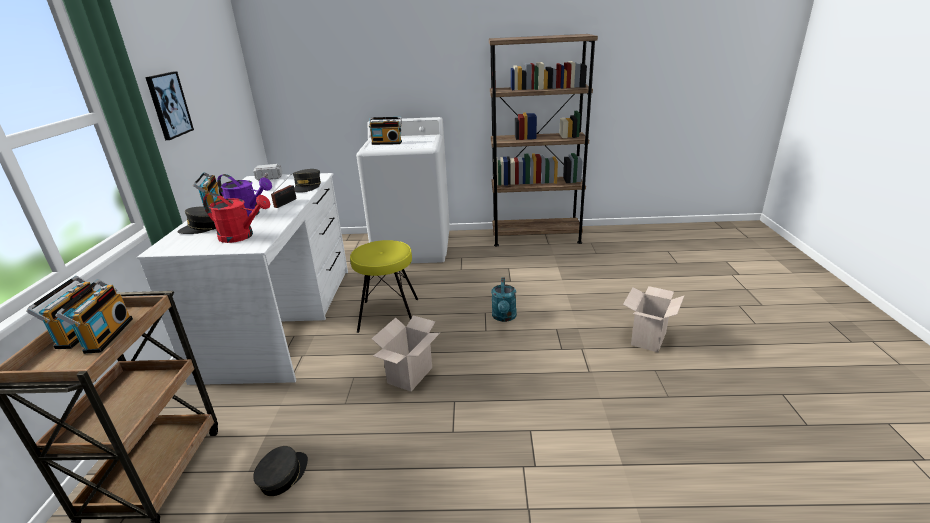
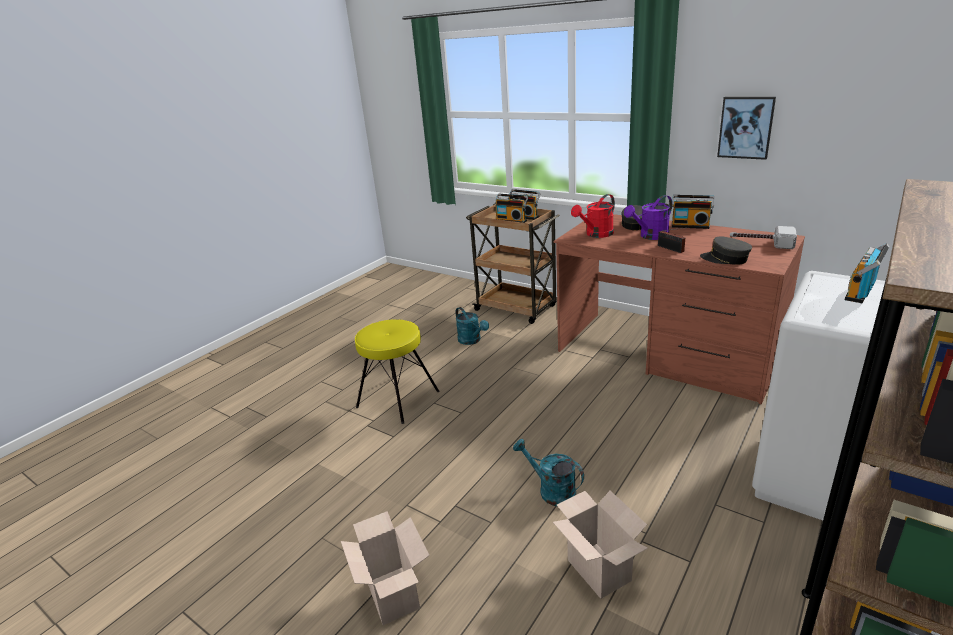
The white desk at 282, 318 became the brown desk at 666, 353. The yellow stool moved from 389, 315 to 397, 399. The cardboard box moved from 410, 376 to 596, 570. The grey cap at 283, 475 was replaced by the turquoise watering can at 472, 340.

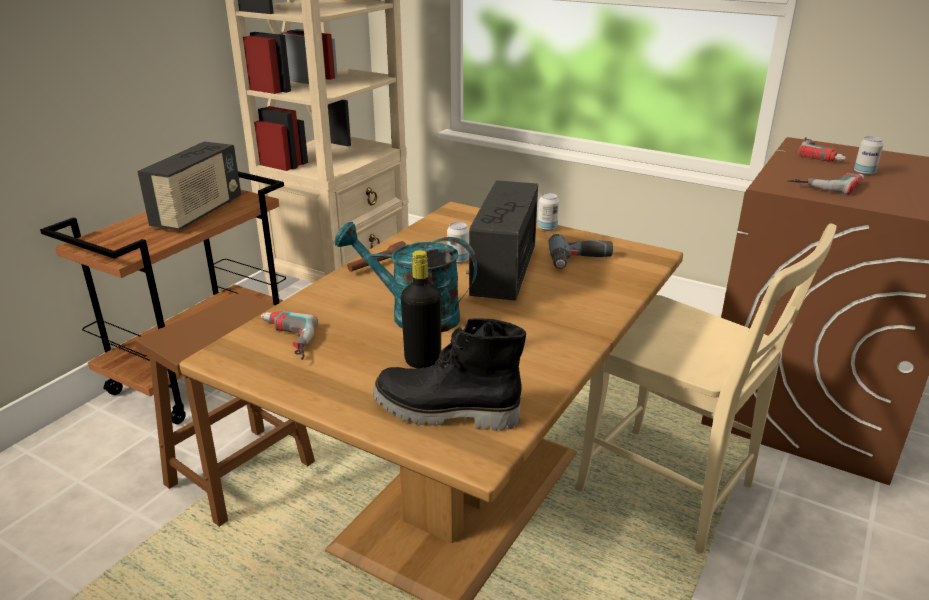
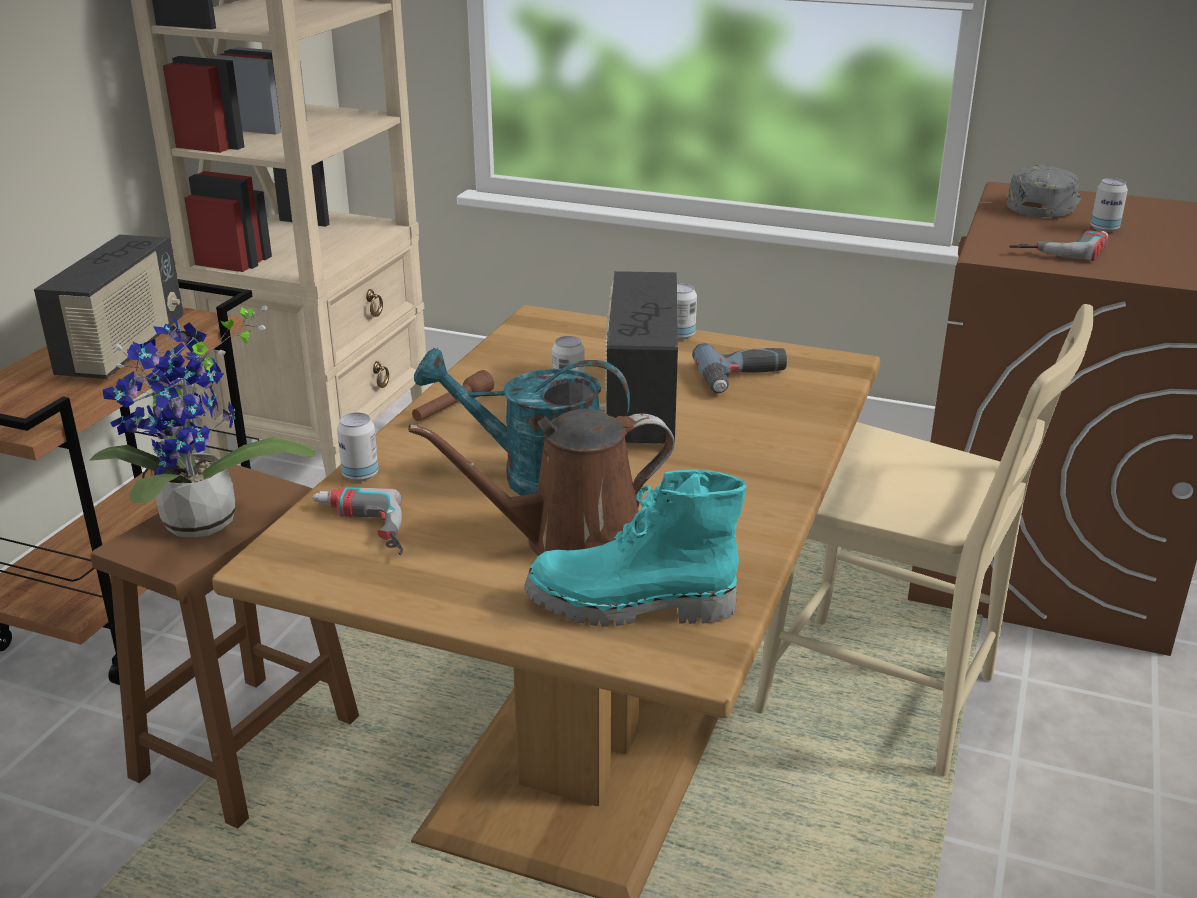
The power drill at 822, 153 was replaced by the grey cap at 1043, 203. The black bottle at 423, 361 was replaced by the brown watering can at 572, 540. The black boot at 445, 413 became the turquoise boot at 630, 607. The potted plant at 200, 527 appeared. The can at 360, 475 appeared.

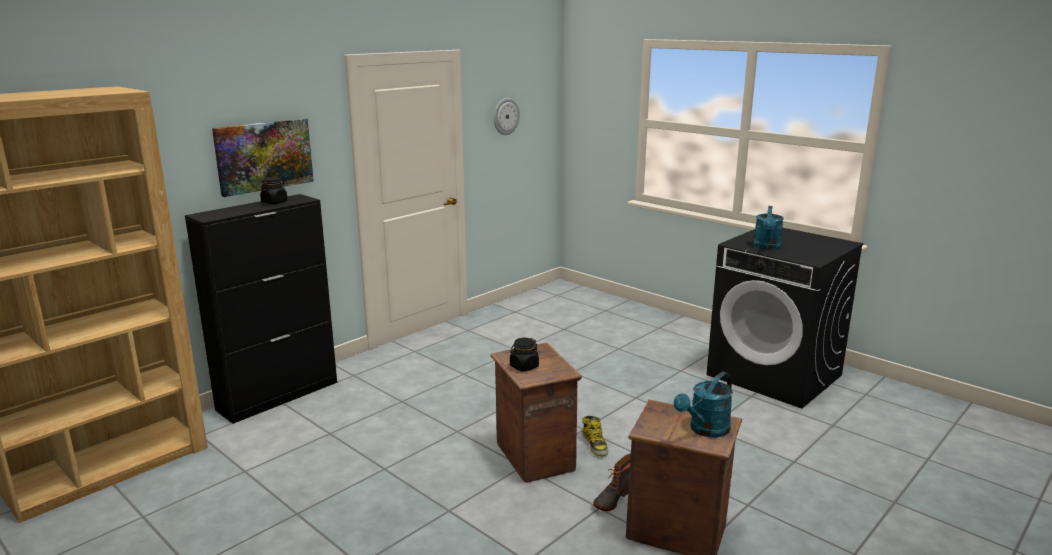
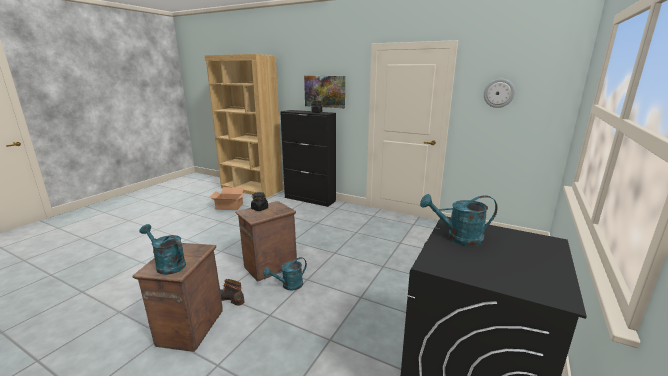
The boot at 595, 444 was replaced by the turquoise watering can at 289, 285. The cardboard box at 229, 206 appeared.

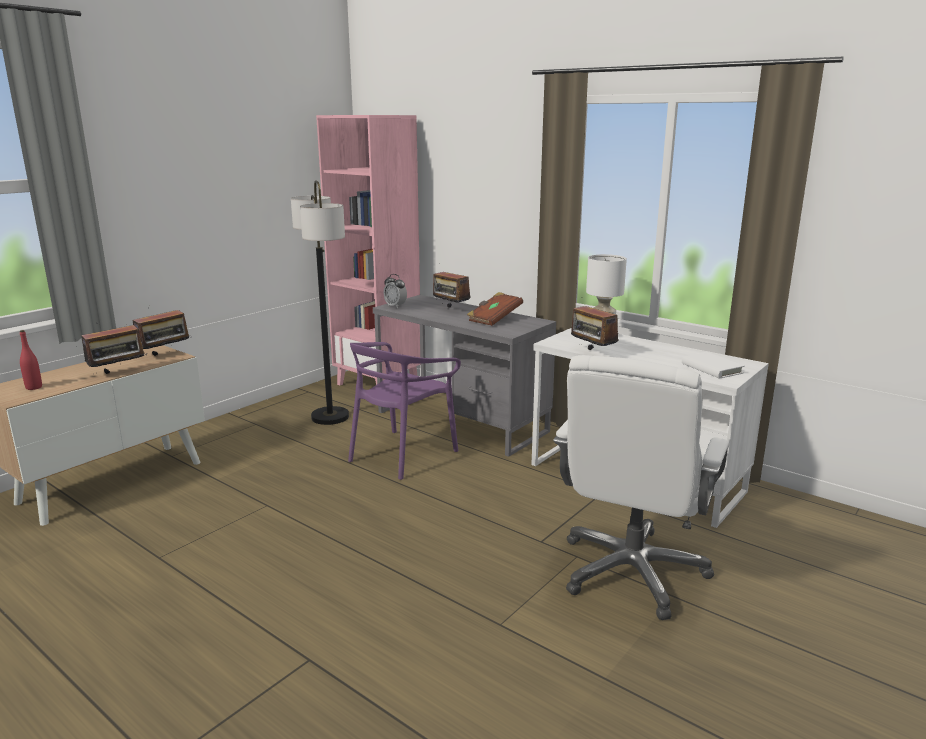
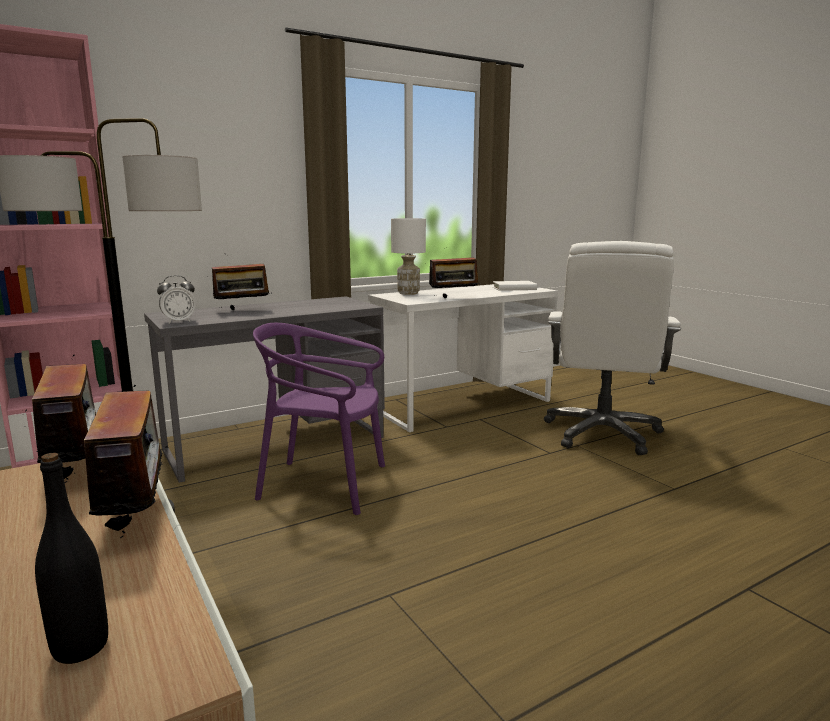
The brown book at 494, 319 disappeared. The red bottle at 34, 387 became the black bottle at 80, 647. The purple chair at 402, 454 turned 135 degrees clockwise. The white office chair at 631, 572 turned 60 degrees clockwise.

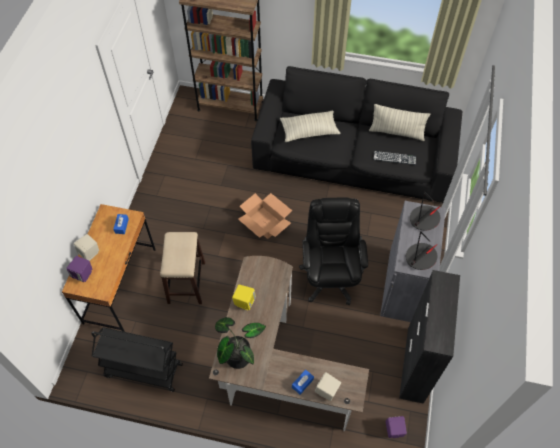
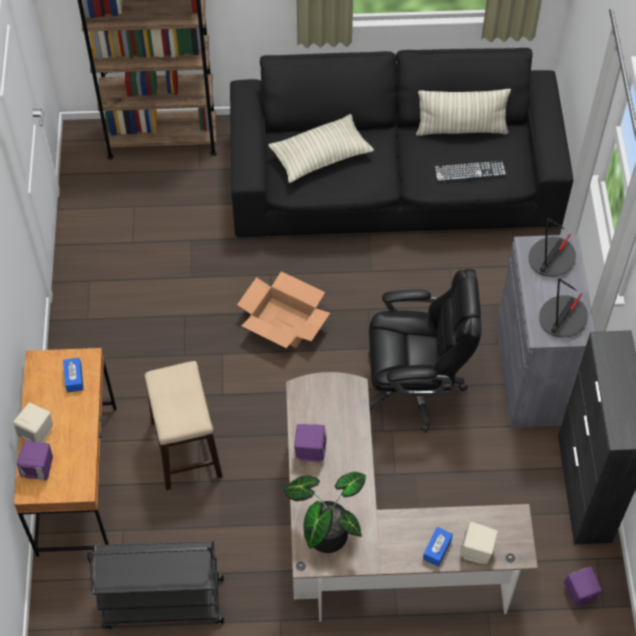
The black office chair at 330, 276 turned 105 degrees clockwise. The yellow speaker at 244, 302 became the purple speaker at 310, 450.

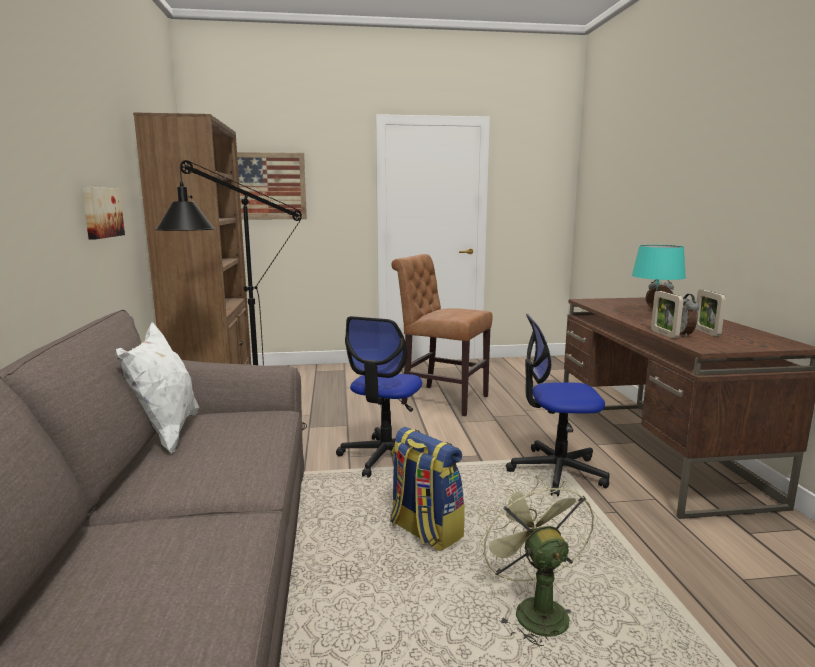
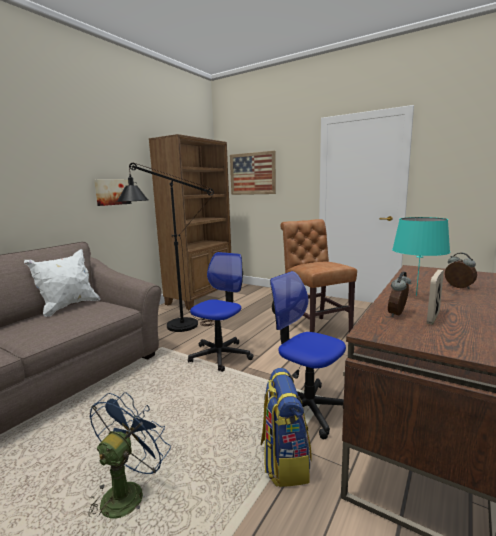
The picture frame at 664, 334 disappeared. The office chair at 385, 457 turned 150 degrees clockwise. The backpack moved from 424, 531 to 284, 461. The green fan at 534, 609 became the blue fan at 128, 492.

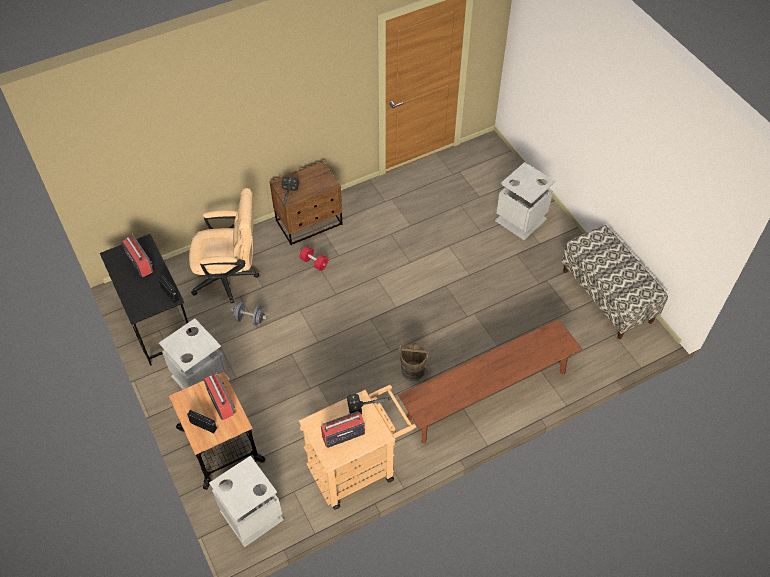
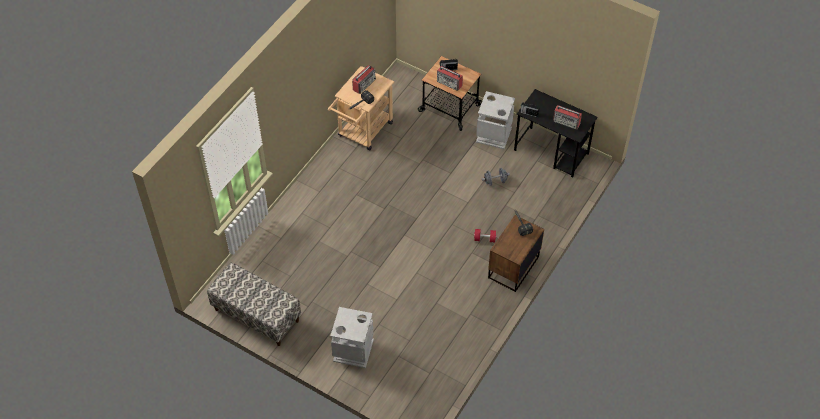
The beige office chair at 230, 277 disappeared. The brown bench at 487, 395 disappeared. The brown bucket at 413, 371 disappeared. The grey trash can at 251, 515 disappeared.

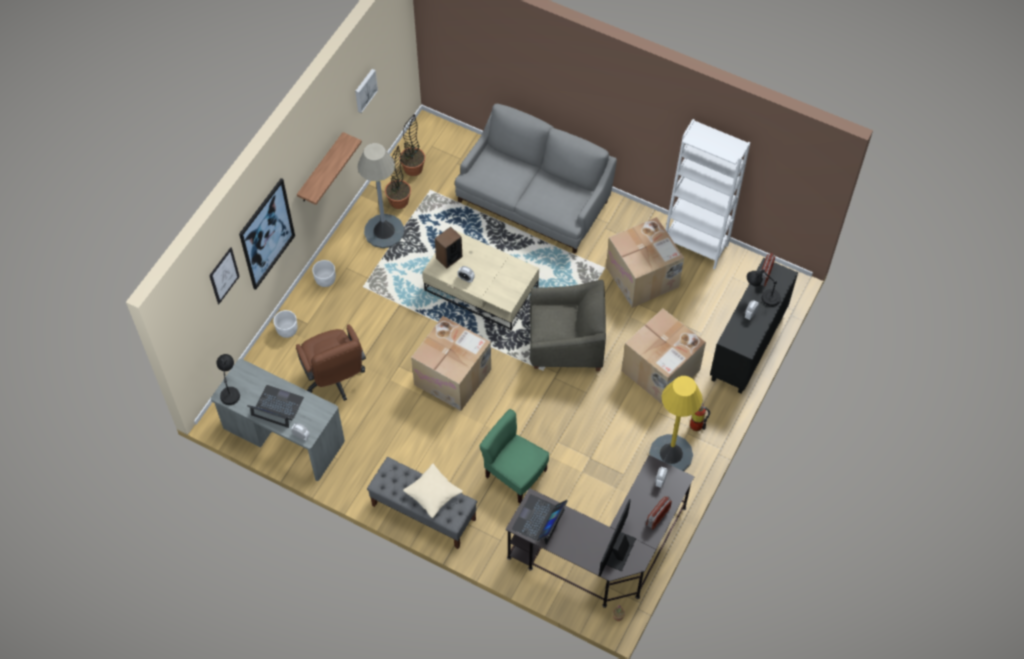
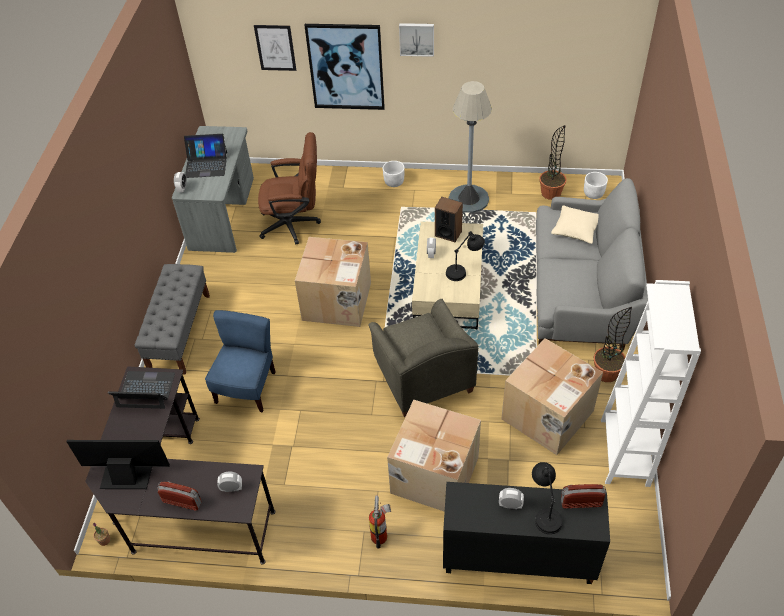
The picture moved from 365, 90 to 416, 38. The shelf at 321, 169 disappeared. The potted plant moved from 399, 201 to 606, 373. The white planter moved from 287, 330 to 593, 194. The brown office chair at 335, 379 turned 135 degrees counterclockwise. The black table lamp moved from 230, 388 to 464, 270. The yellow floor lamp at 671, 454 disappeared. The laptop at 277, 407 turned 90 degrees clockwise. The green chair at 515, 474 became the blue chair at 247, 388. The beige pillow moved from 433, 494 to 576, 230.

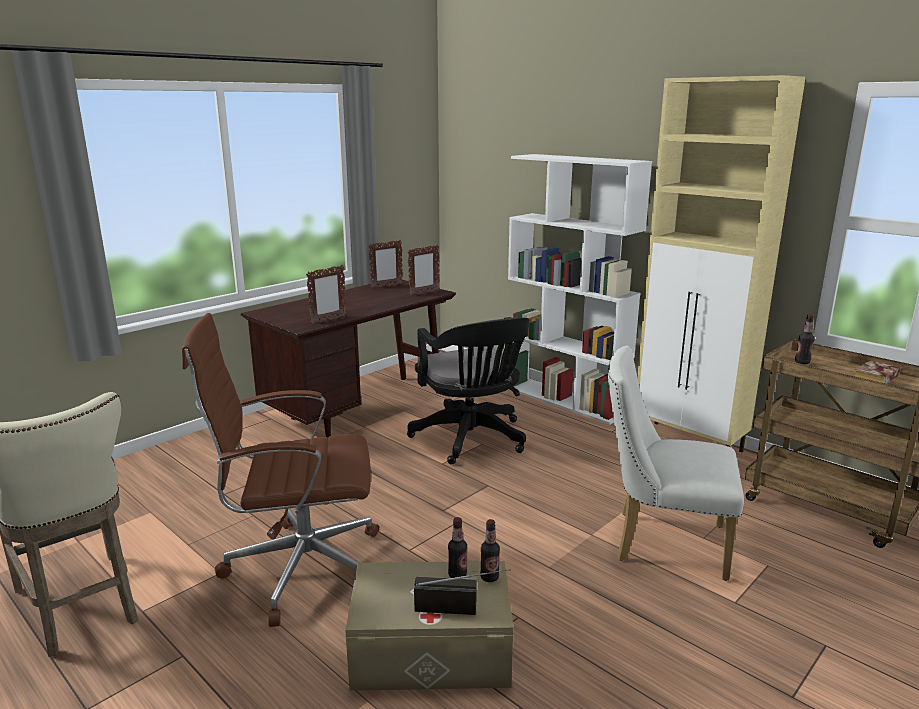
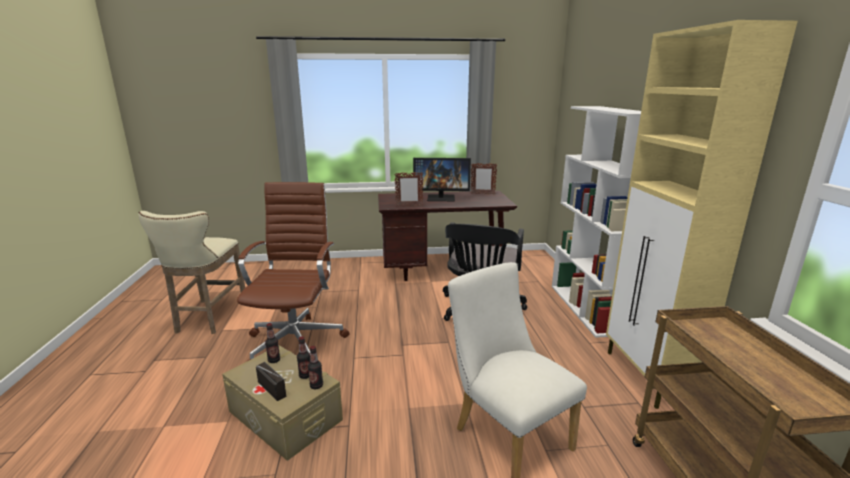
The picture frame at 424, 293 disappeared. The brown office chair at 300, 568 turned 60 degrees clockwise. The bottle moved from 802, 362 to 274, 360. The book at 876, 378 disappeared. The monitor at 441, 198 appeared.

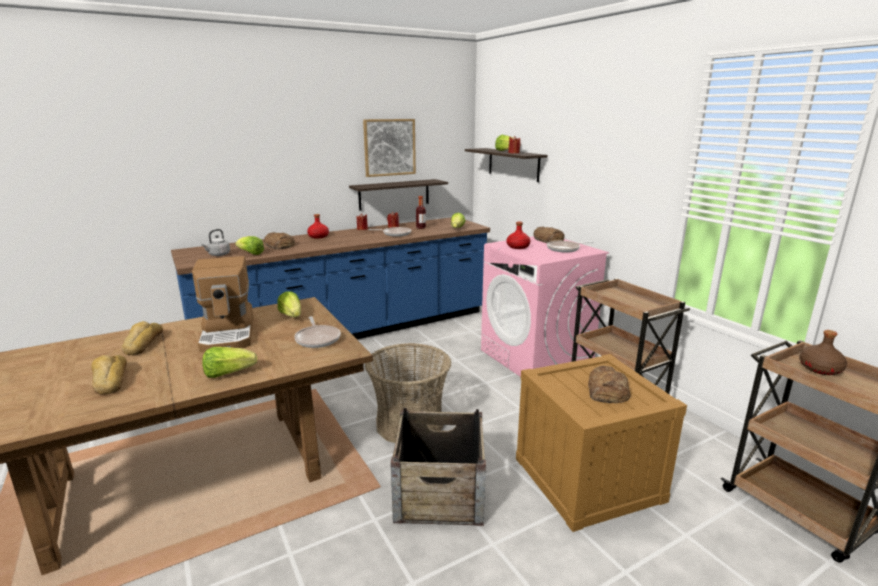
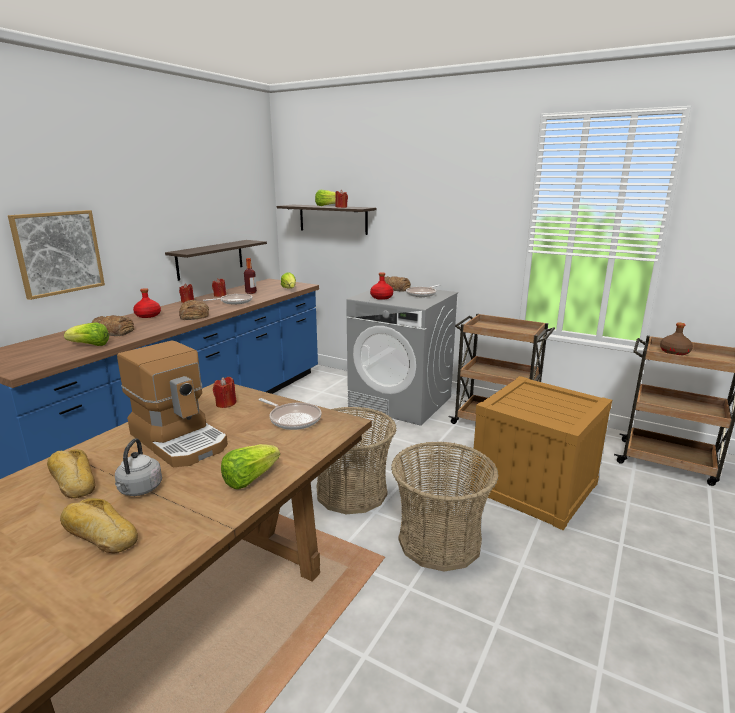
The picture moved from 389, 147 to 58, 253. The grey kettle moved from 218, 255 to 139, 490. The pink washing machine at 536, 357 became the grey washing machine at 401, 402. The lettuce at 291, 315 was replaced by the red candle at 226, 404. The bread moved from 607, 390 to 194, 315. The crate at 440, 492 was replaced by the basket at 440, 541.

